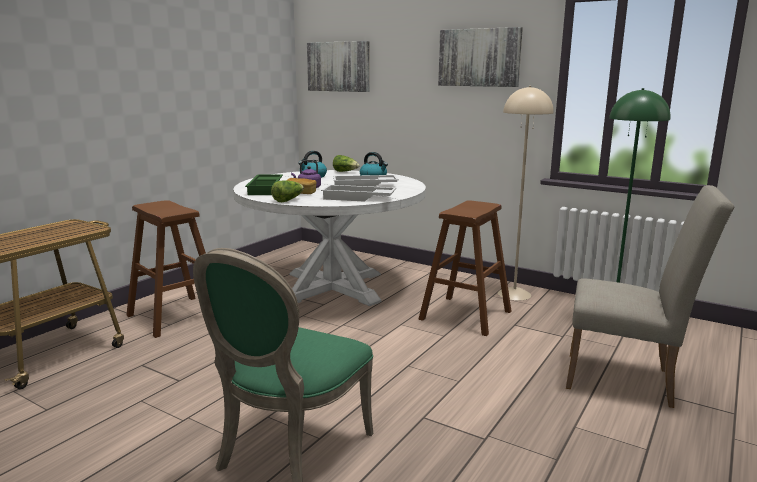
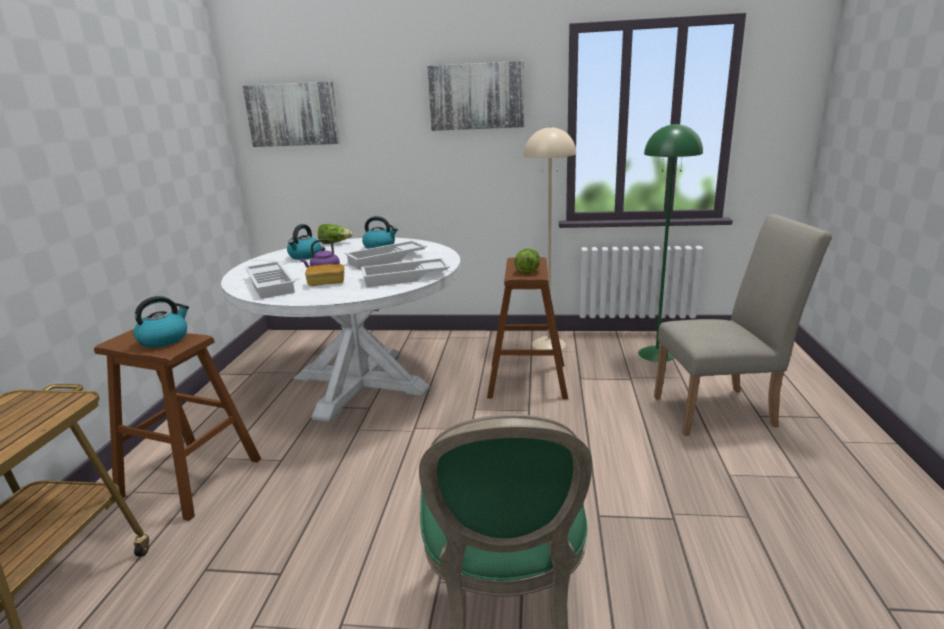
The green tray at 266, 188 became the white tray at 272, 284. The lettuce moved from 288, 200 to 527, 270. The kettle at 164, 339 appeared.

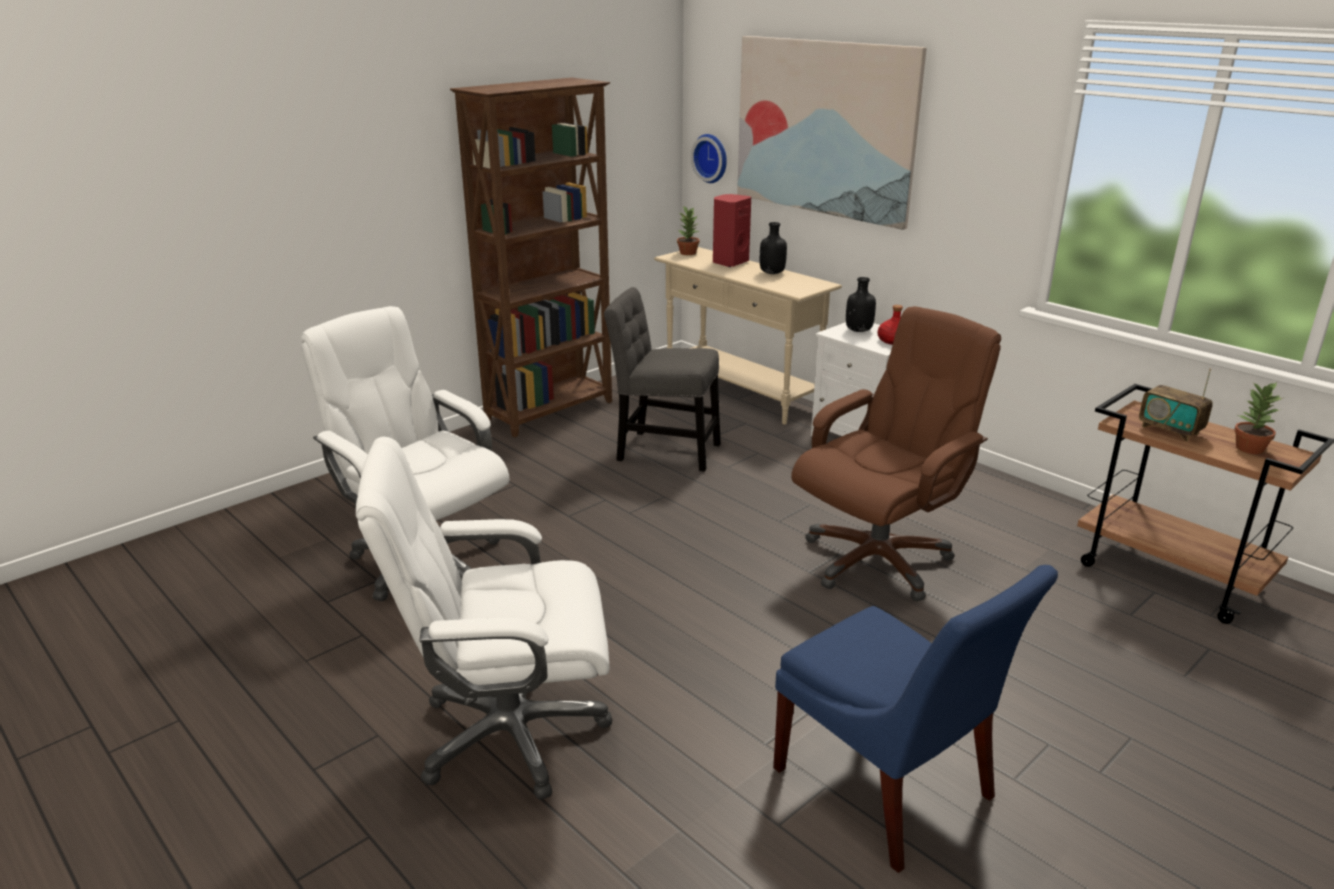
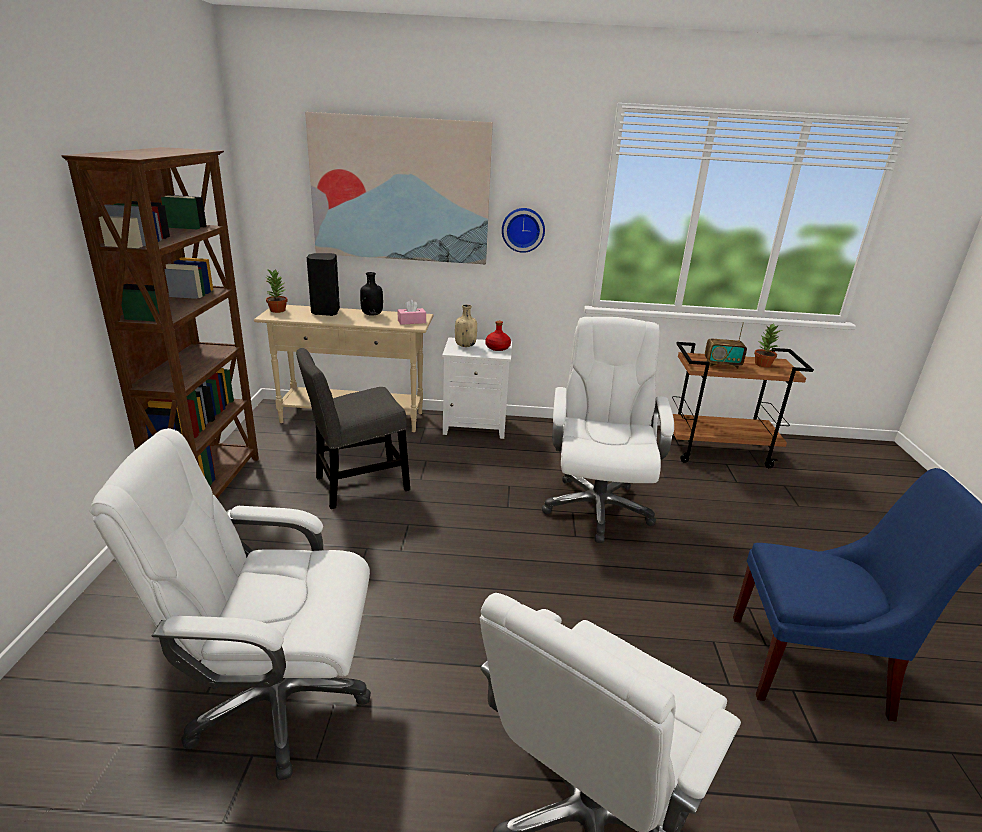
The wall clock moved from 712, 158 to 523, 229. The red speaker at 729, 262 became the black speaker at 325, 312. The black bottle at 858, 330 became the beige bottle at 465, 345. The brown office chair at 877, 559 became the white office chair at 596, 507. The pink tissue box at 411, 321 appeared.

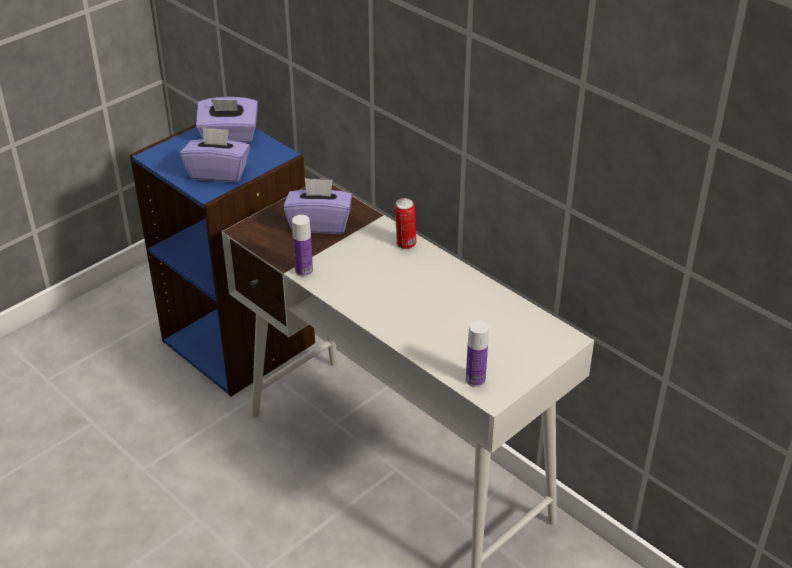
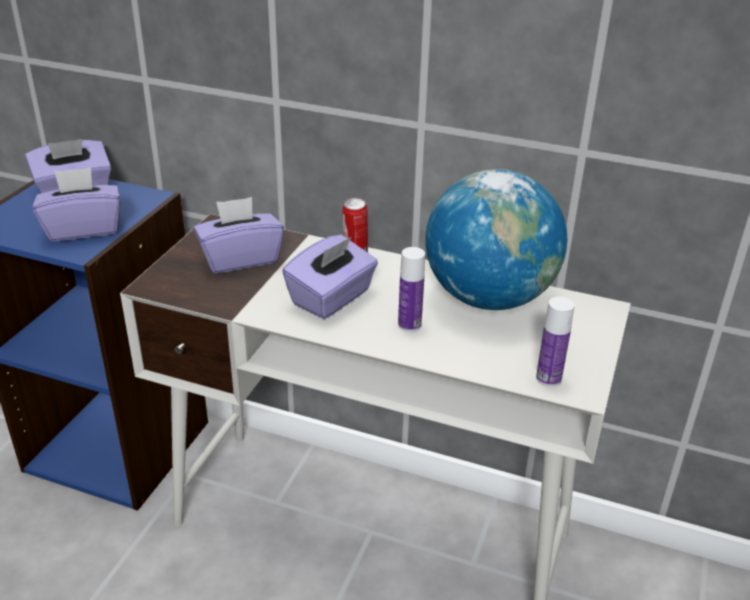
The bottle moved from 304, 271 to 409, 325. The globe at 489, 297 appeared. The purple tissue box at 332, 298 appeared.

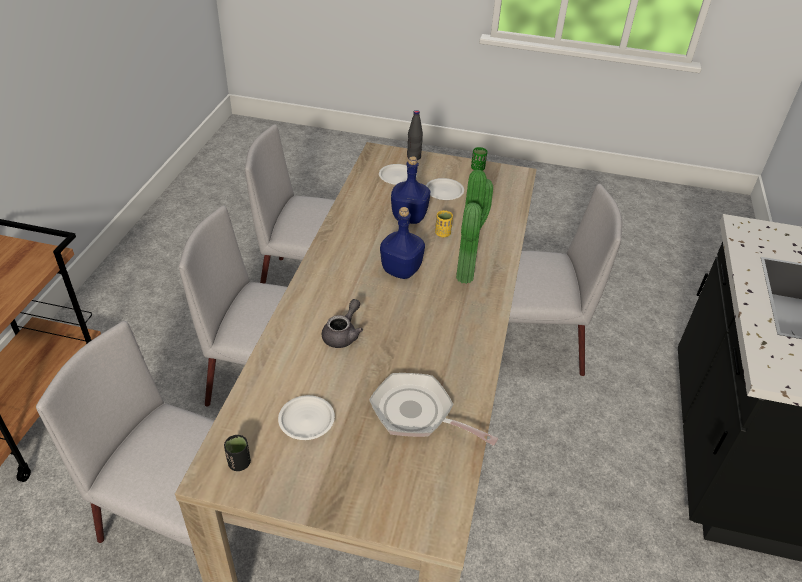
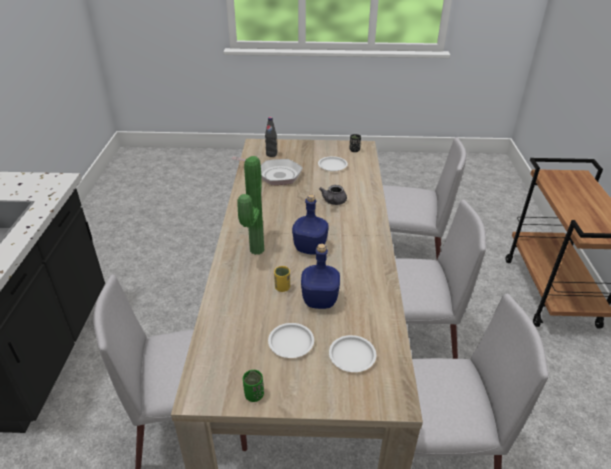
The black bottle moved from 414, 157 to 271, 154.

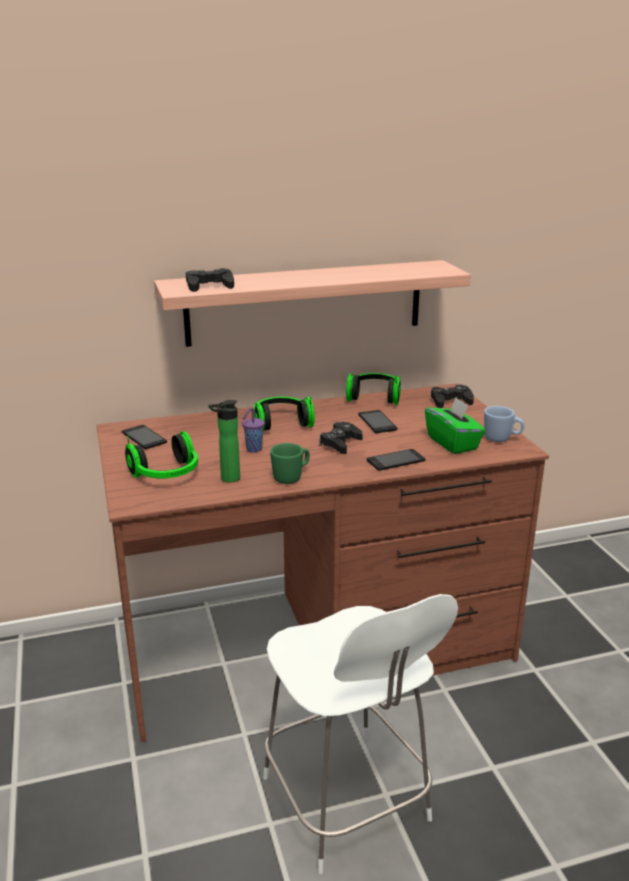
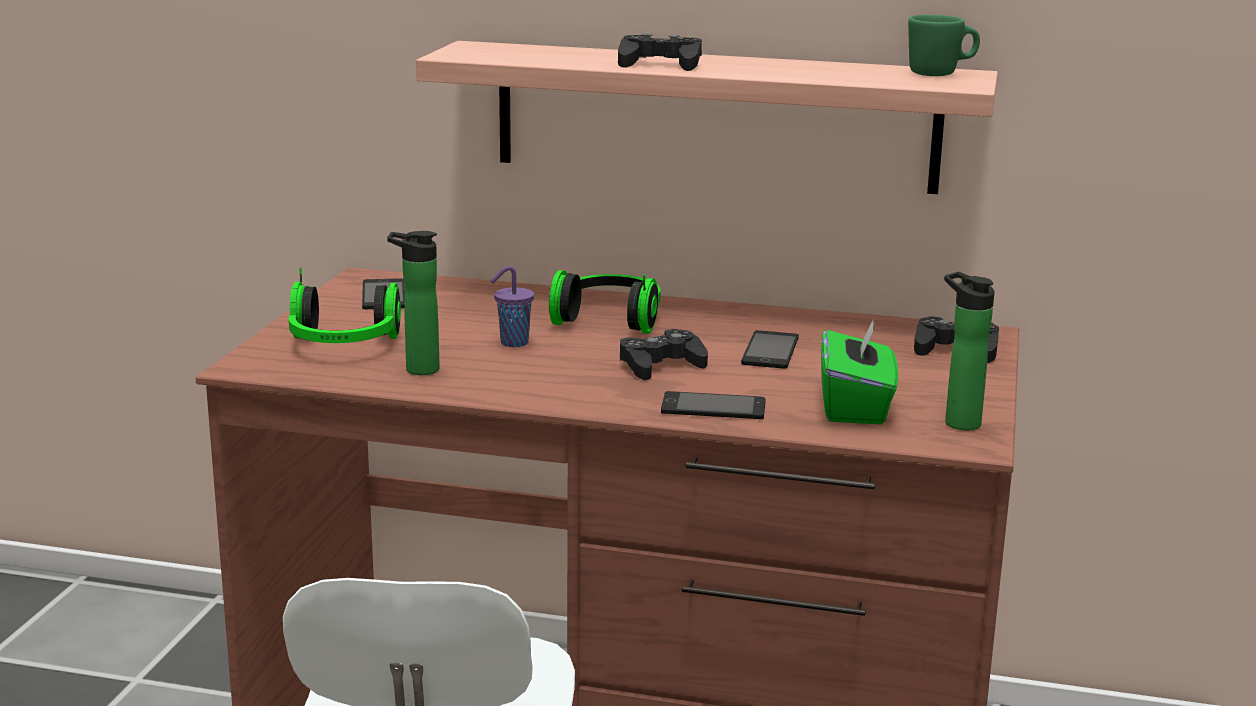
The black game controller moved from 209, 286 to 660, 64. The headphones at 374, 397 disappeared. The blue mug at 501, 439 was replaced by the bottle at 958, 422. The green mug moved from 291, 477 to 941, 73.

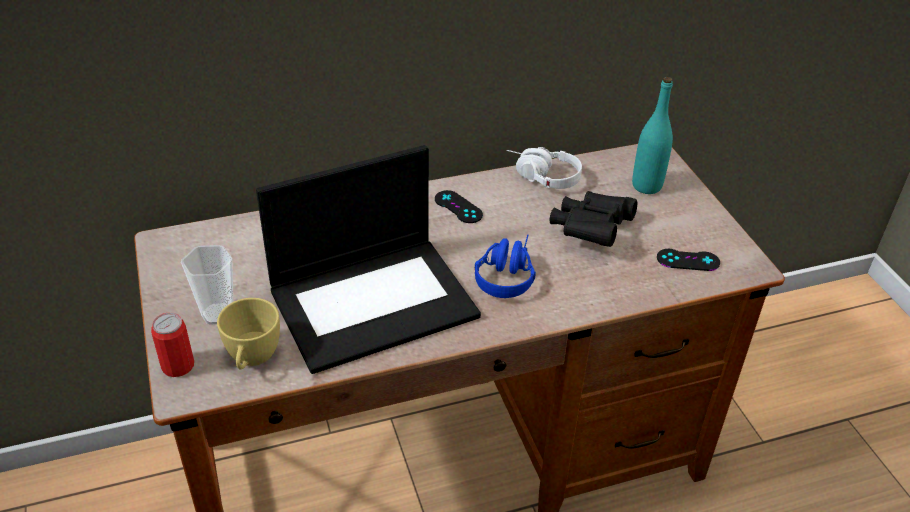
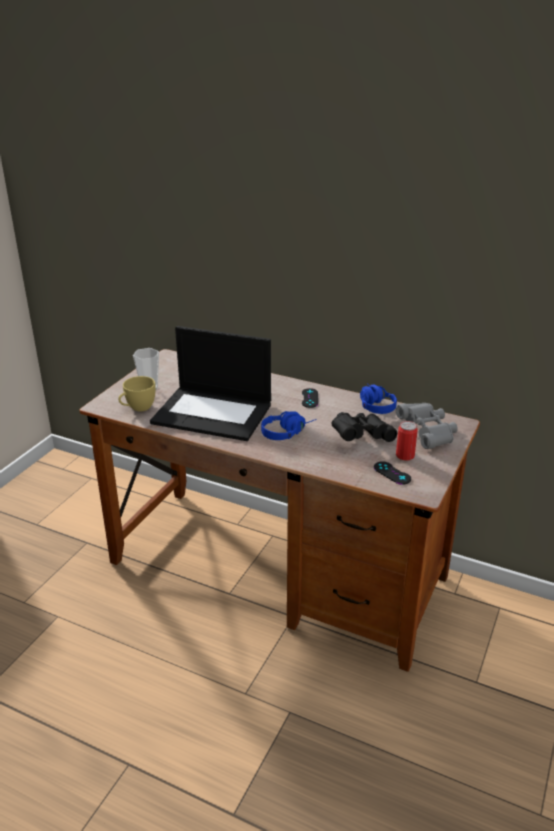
The turquoise bottle at 646, 186 was replaced by the grey binoculars at 427, 434. The white headphones at 540, 177 became the blue headphones at 373, 405. The can moved from 178, 366 to 405, 455.

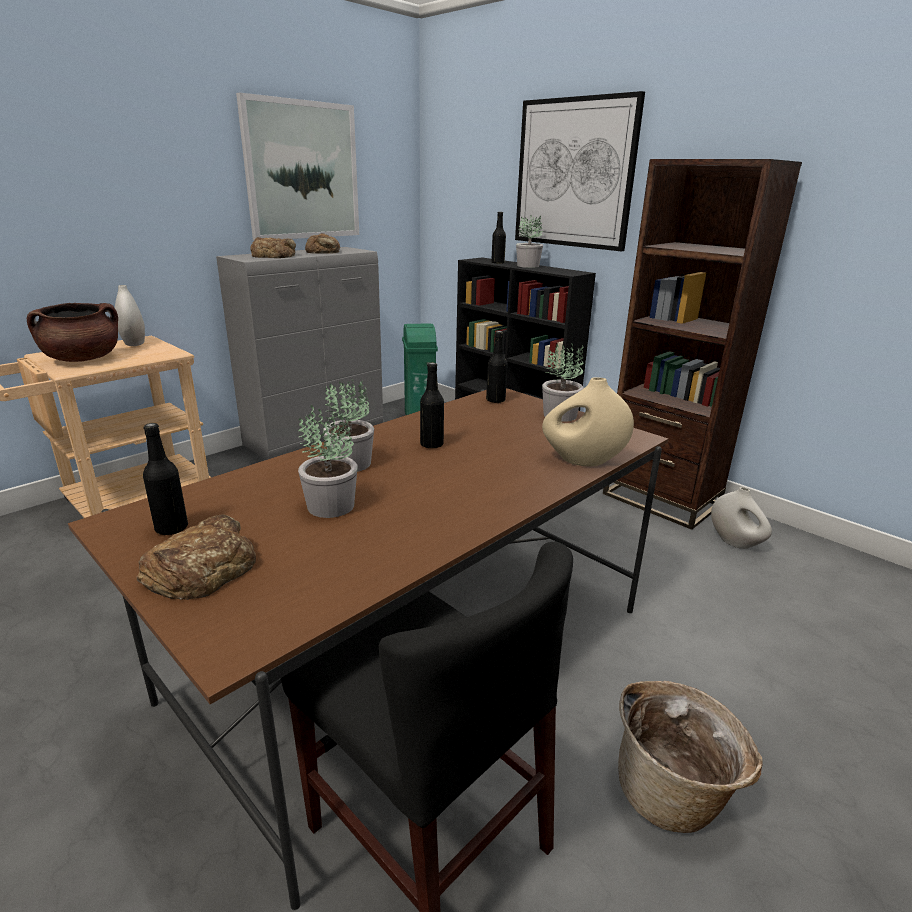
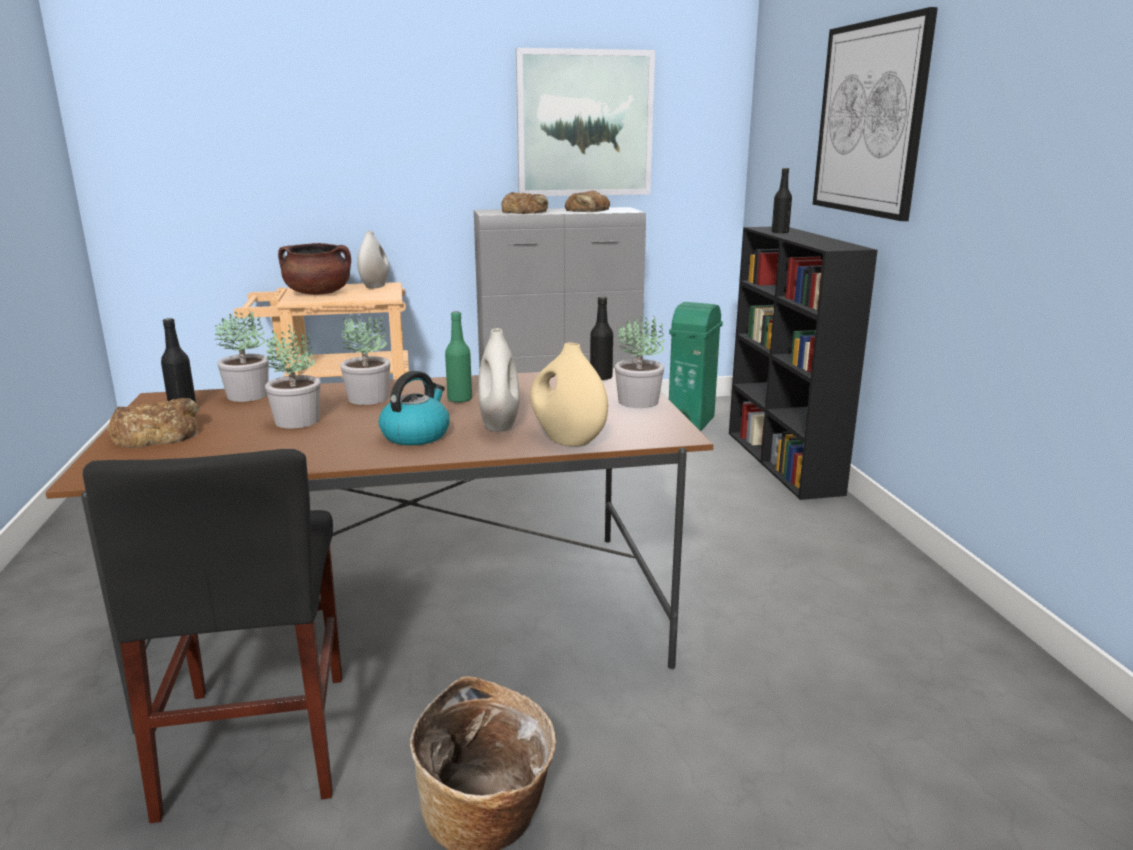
The brown bookcase at 661, 499 disappeared. The potted plant moved from 528, 266 to 249, 395. The black bottle at 431, 444 became the green bottle at 459, 399. The white vase moved from 735, 542 to 499, 425. The kettle at 416, 435 appeared.

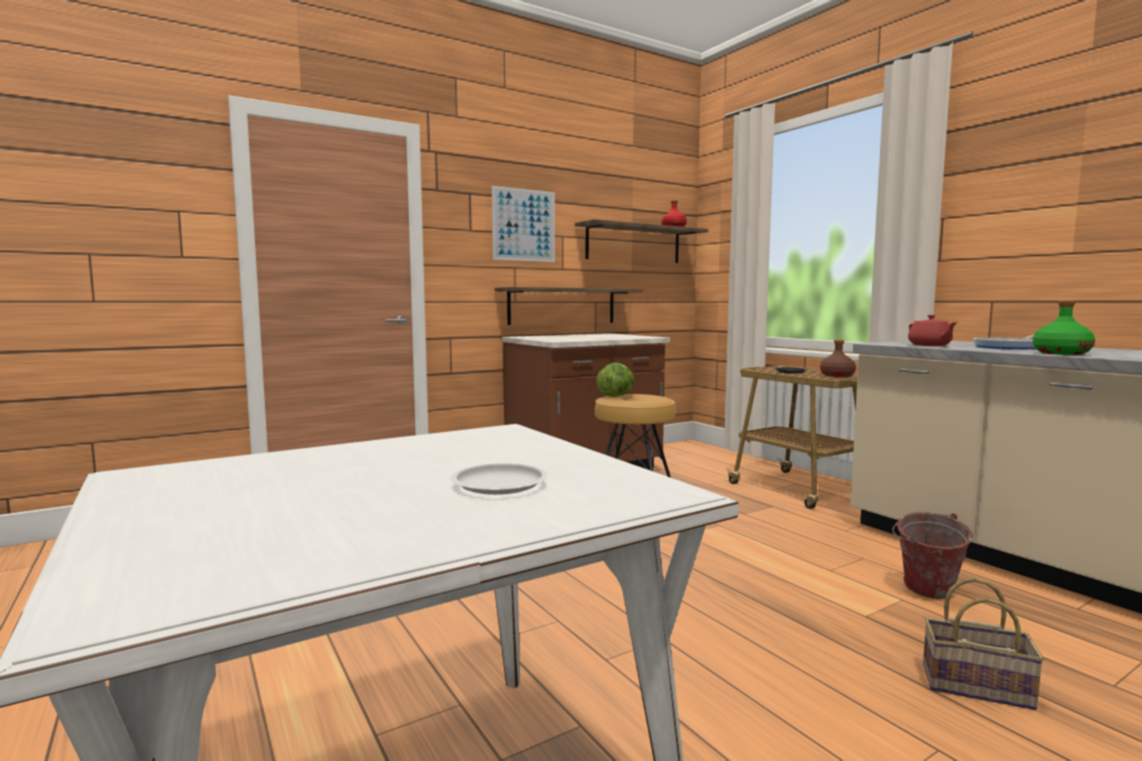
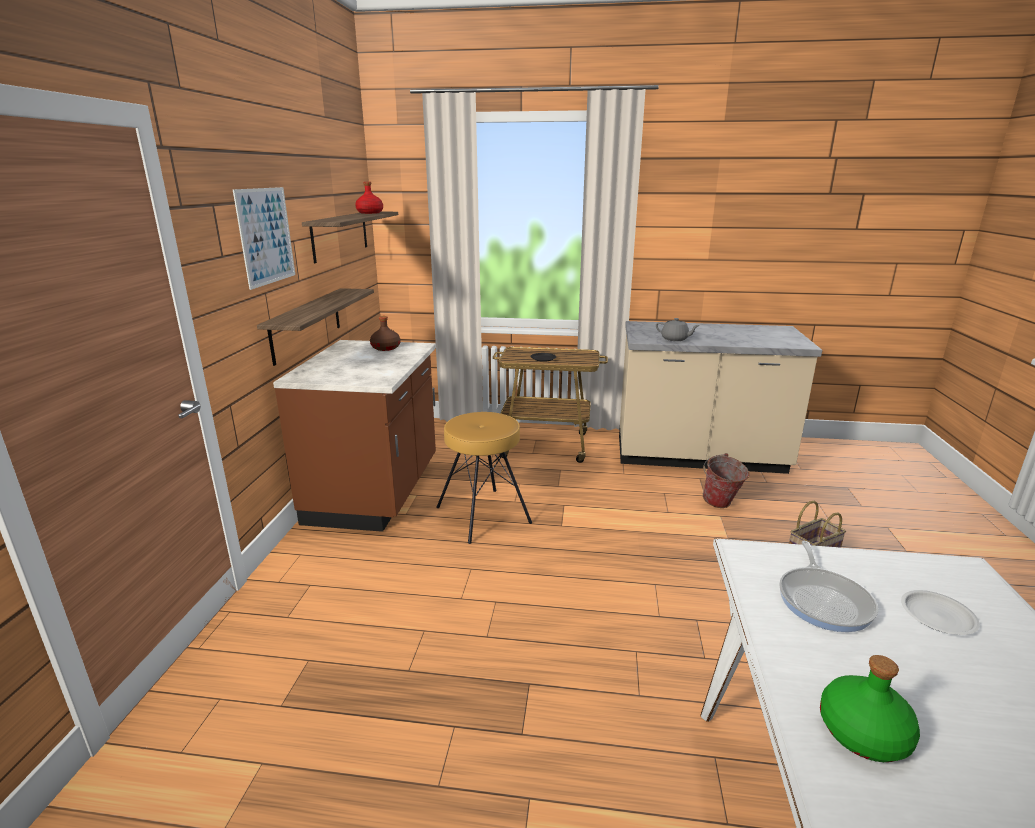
The green bottle moved from 1061, 353 to 861, 733. The red teapot at 930, 345 became the grey teapot at 675, 339. The frying pan moved from 1009, 347 to 824, 600. The brown bottle moved from 837, 375 to 386, 348. The lettuce at 616, 396 disappeared.

